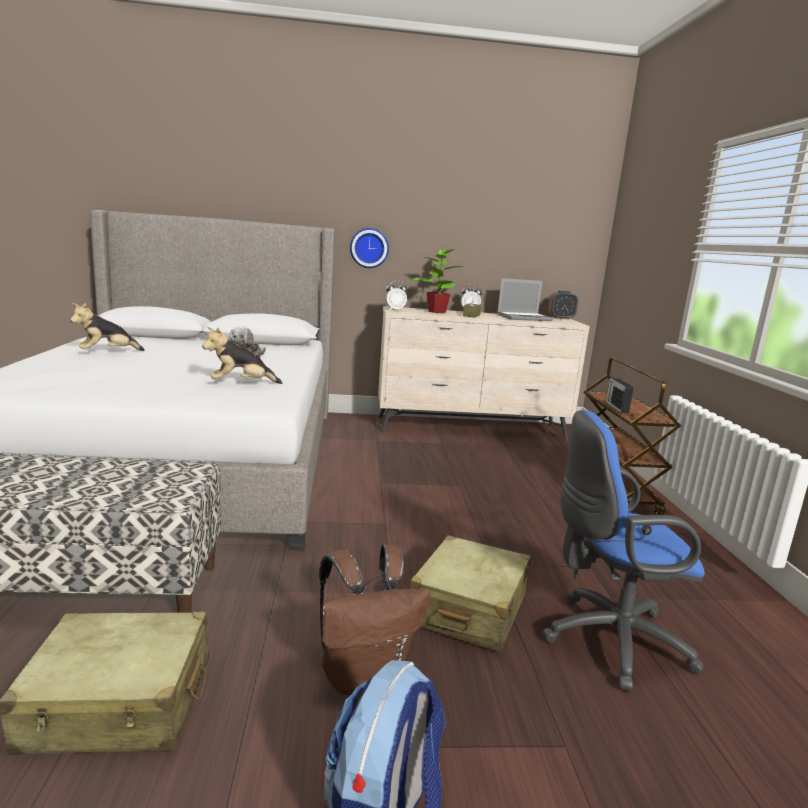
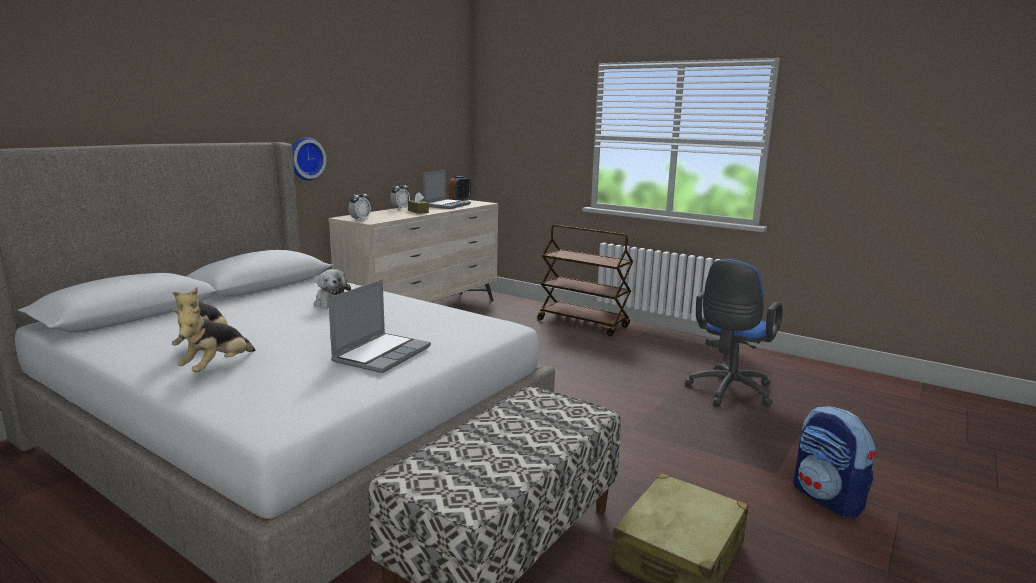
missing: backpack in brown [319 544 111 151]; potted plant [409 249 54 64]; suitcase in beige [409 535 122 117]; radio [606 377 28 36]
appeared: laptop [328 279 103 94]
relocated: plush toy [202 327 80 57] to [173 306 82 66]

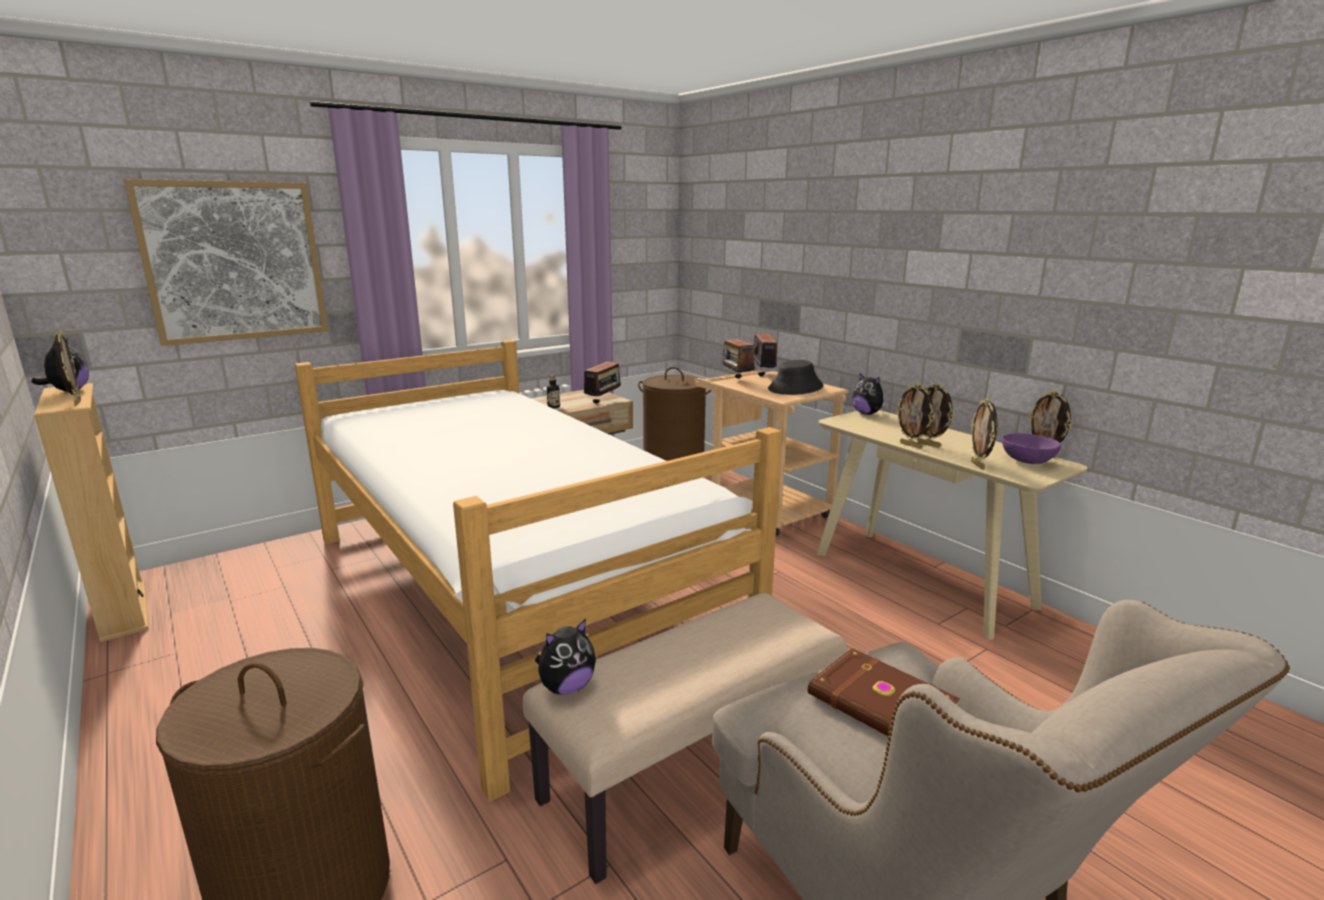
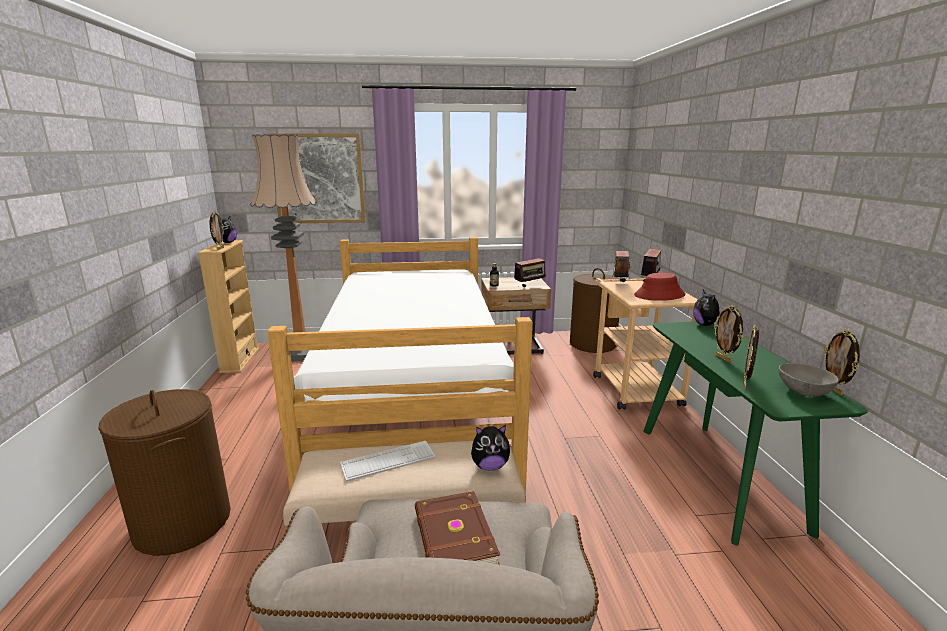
missing: picture frame [895 383 40 66]
appeared: floor lamp [250 134 66 228]; keyboard [340 441 96 41]
relocated: plush toy [535 619 61 76] to [471 425 40 46]
colour: hat in black [768 360 55 35] to hat in red [634 273 52 28]; console table in beige [817 410 270 230] to console table in green [643 321 225 225]; bowl in purple [1002 433 59 31] to bowl in grey [779 363 60 34]

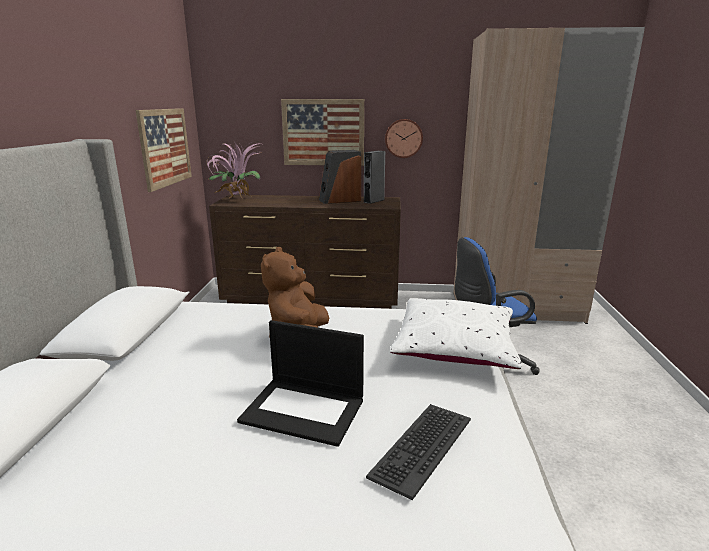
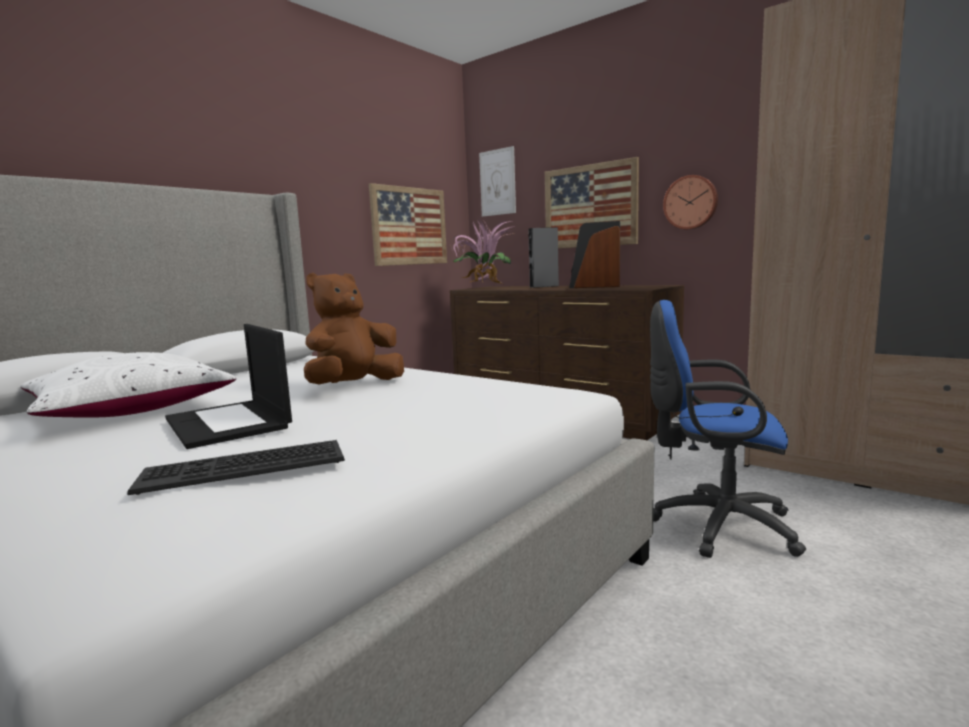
appeared: picture [479 146 37 71]
relocated: pillow in white [390 298 132 71] to [20 352 217 66]; speaker in grey [363 151 22 53] to [528 227 31 61]

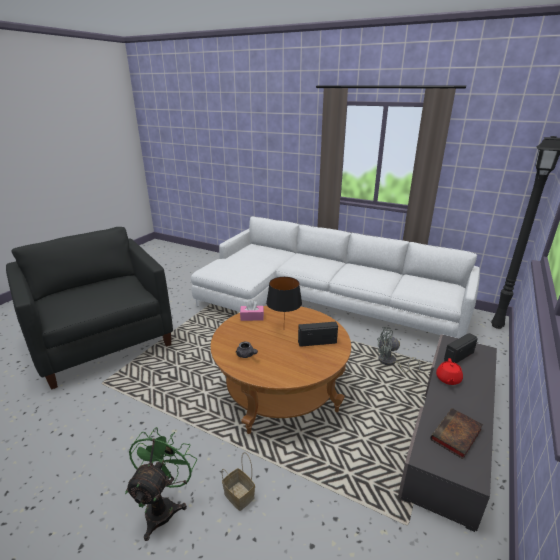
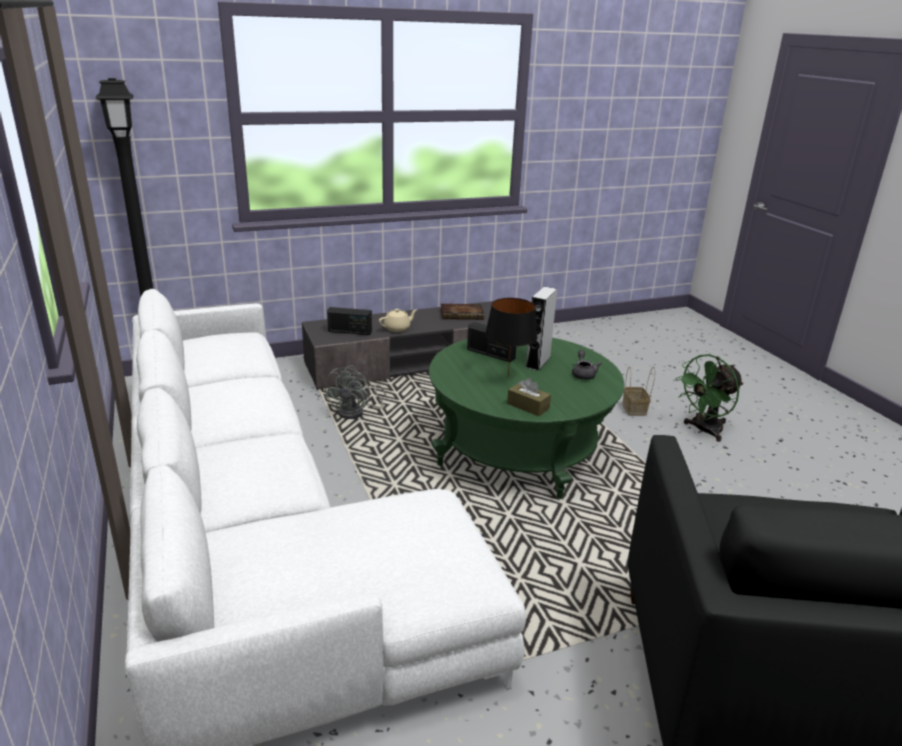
appeared: speaker in grey [525 286 32 85]
colour: teapot in red [436 358 27 27] to teapot in beige [379 309 38 23]; coffee table in brown [210 306 141 128] to coffee table in green [429 338 195 161]; tissue box in pink [240 300 24 21] to tissue box in brown [507 378 44 38]
spun: fan in grey [377 327 44 46] = [325 366 62 53] 60 degrees clockwise

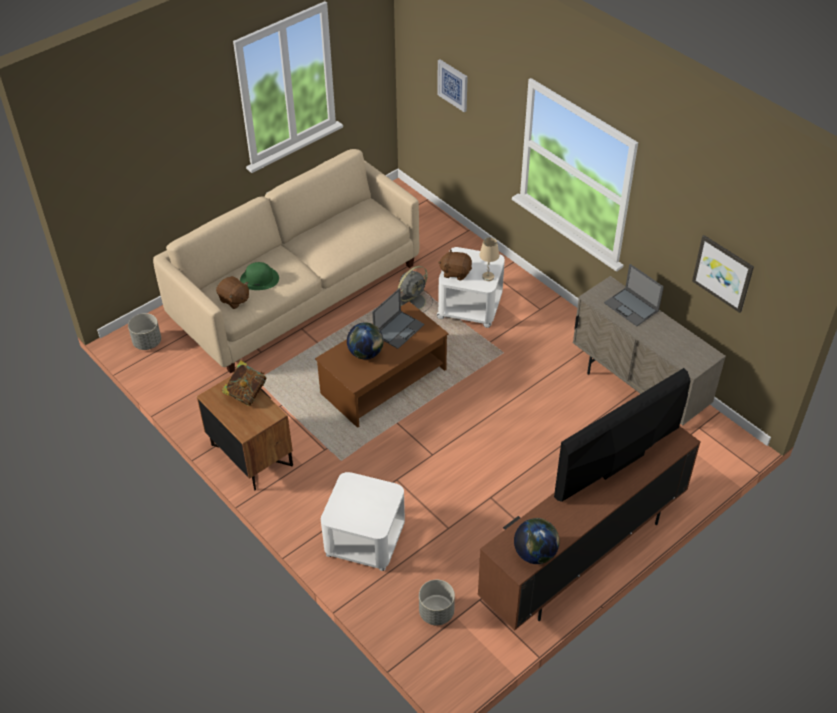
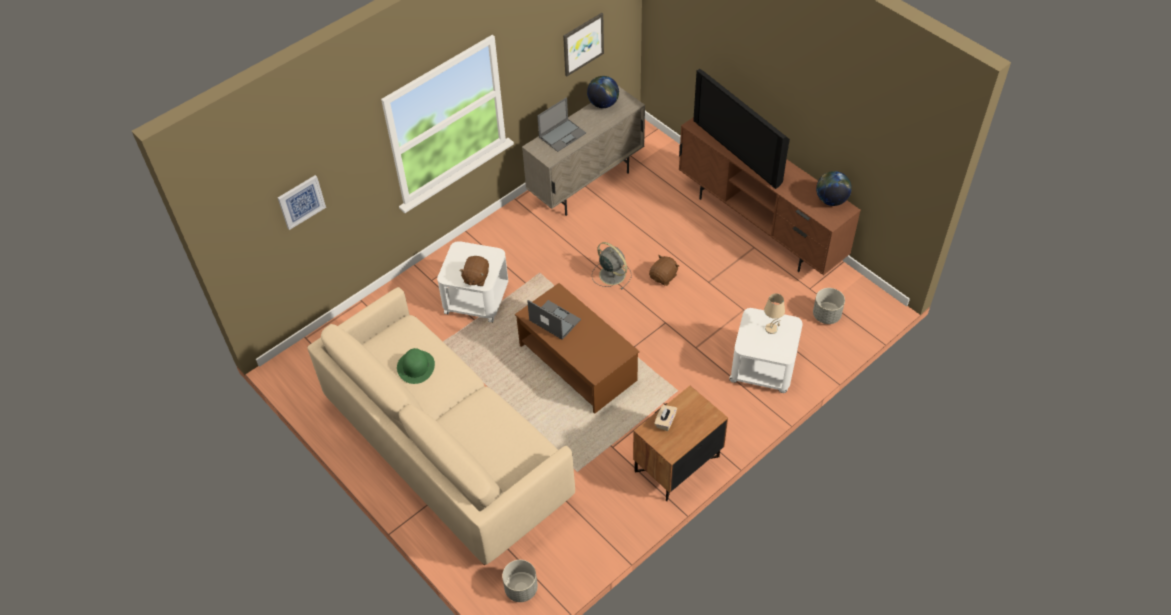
relocated: hat in green [240 262 39 28] to [397 348 38 36]; globe [347 322 37 37] to [587 76 32 32]; fan in grey [397 266 36 46] to [592 242 40 48]; plush toy in brown [216 276 33 33] to [649 255 30 31]; table lamp in beige [479 237 20 44] to [764 293 21 41]
exchanged: book [222 360 45 46] to tissue box in beige [654 405 23 26]

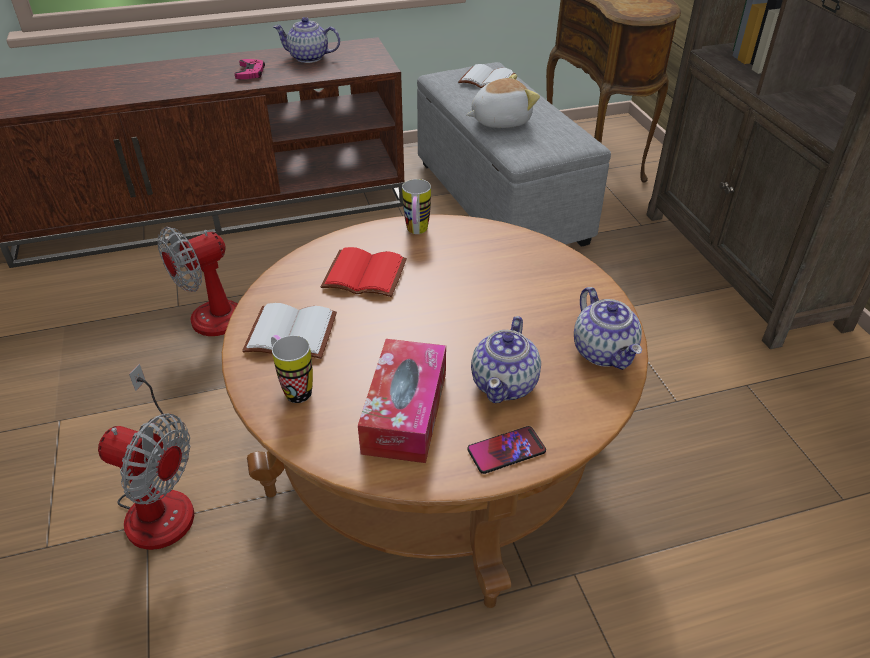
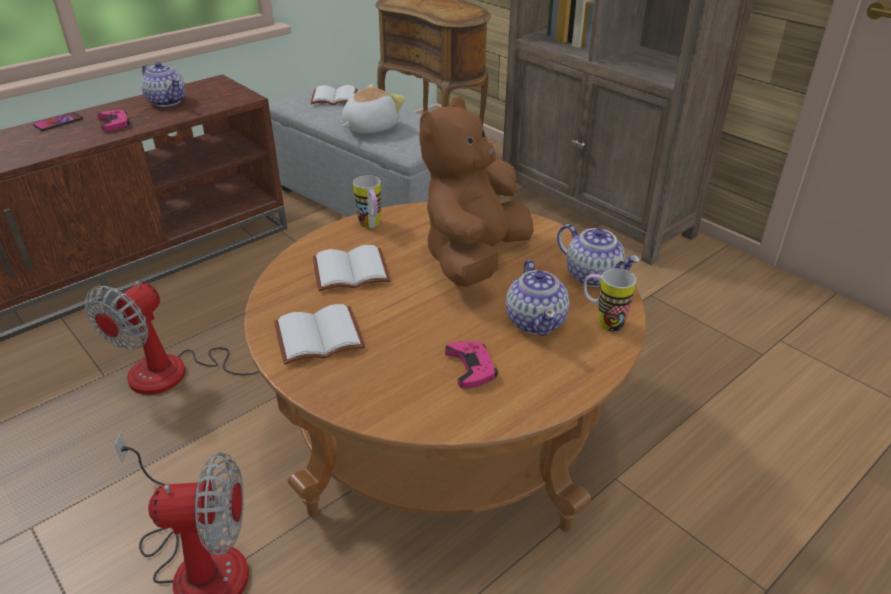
appeared: plush toy in brown [419 97 115 190]
relocated: phone [467 426 79 48] to [33 112 50 19]; mug [271 335 42 68] to [584 269 52 62]
exchanged: tissue box [358 339 88 124] to game controller in pink [445 341 53 48]
colour: book in red [321 247 86 50] to book in white [313 245 78 46]
spun: teapot [273 17 67 46] = [141 62 45 45] 120 degrees counterclockwise

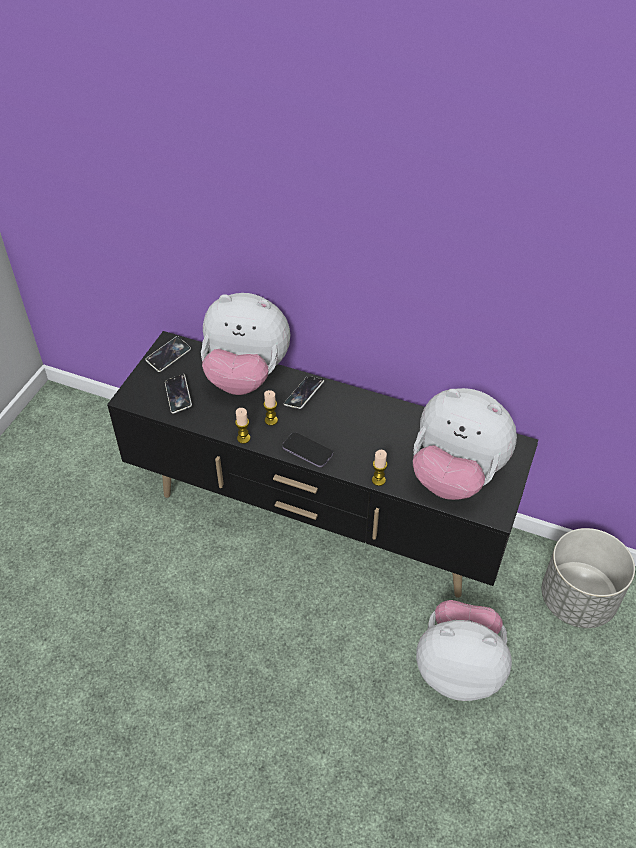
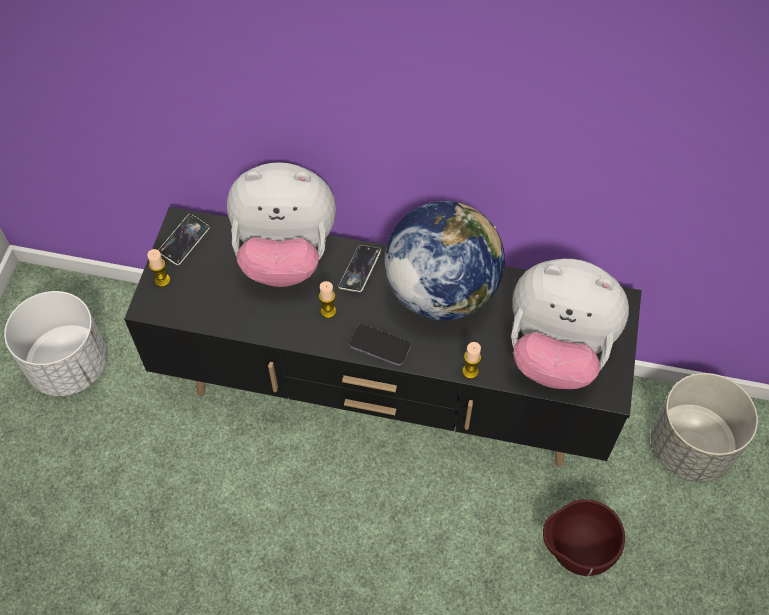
missing: phone [165 374 27 40]
appeared: planter in white [4 291 103 105]; globe [385 201 120 119]
relocated: candle [235 408 16 36] to [147 249 23 38]
exchanged: plush toy [416 600 96 101] to bowl in brown [543 499 82 77]

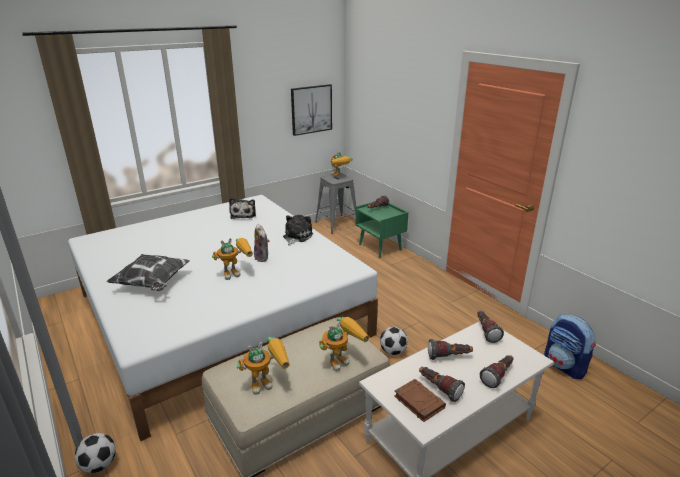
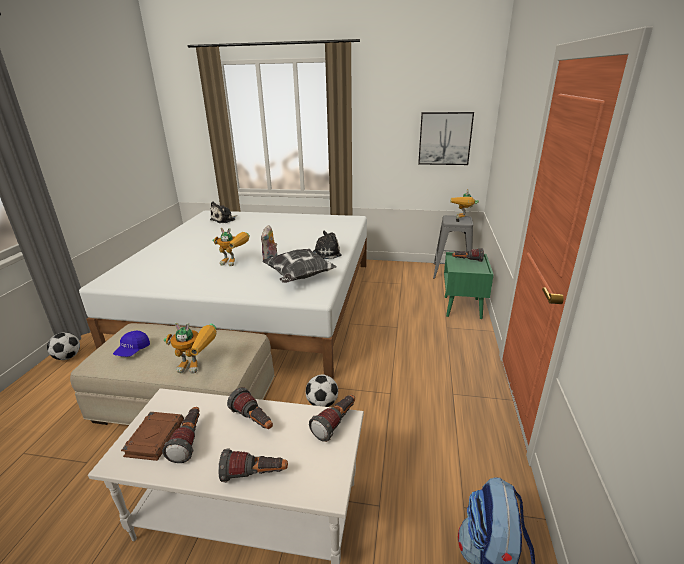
relocated: plush toy [229 198 27 21] to [210 201 27 22]; pillow [107 254 83 37] to [262 249 75 34]
exchanged: toy robot [237 337 53 58] to cap in blue [113 331 37 26]

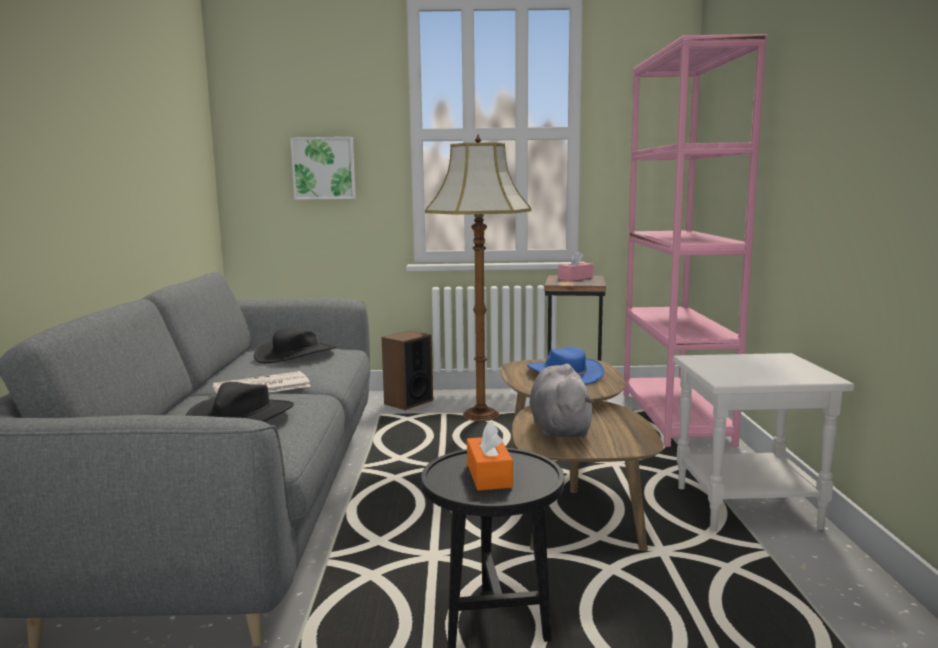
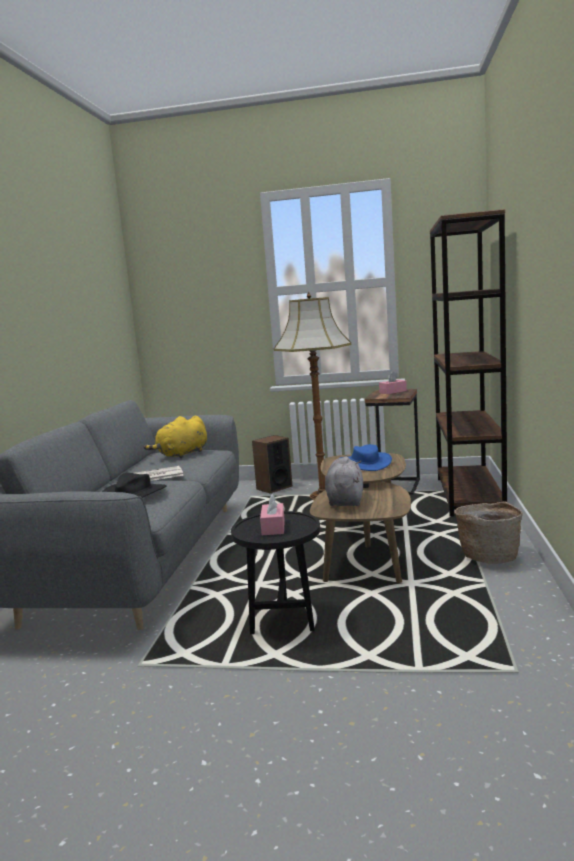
missing: picture [290 137 66 63]
exchanged: hat in black [254 328 83 36] to plush toy in yellow [143 416 64 42]; side table in white [673 353 181 179] to basket [454 501 69 63]
colour: tissue box in orange [467 422 46 69] to tissue box in pink [260 494 25 41]; bookcase in pink [623 34 145 413] to bookcase in brown [430 209 77 308]

